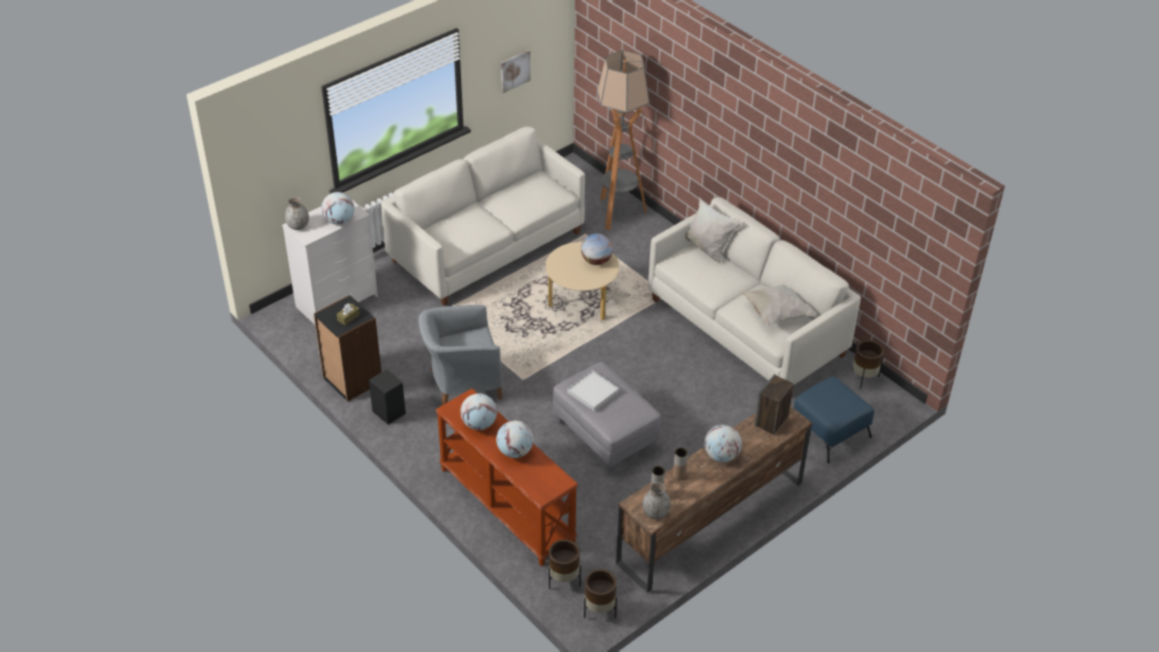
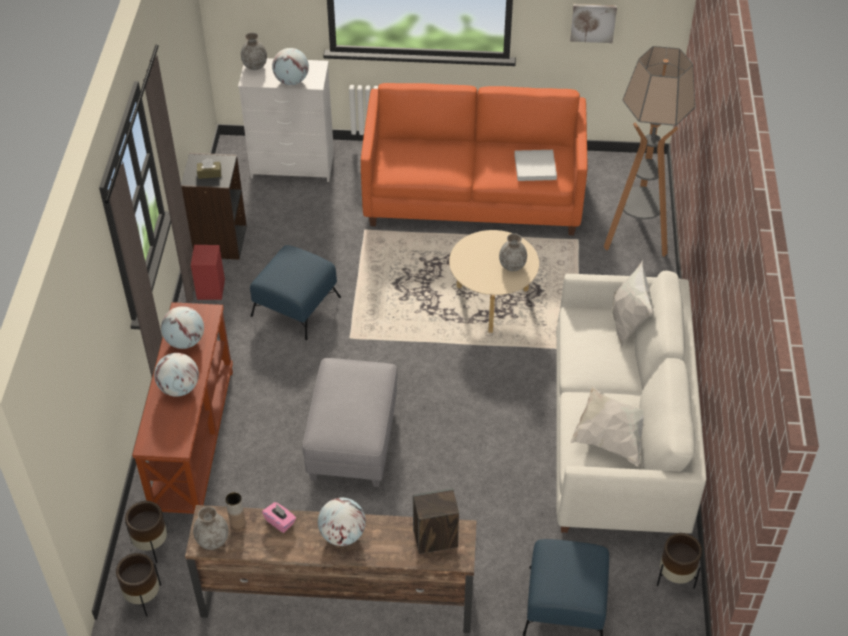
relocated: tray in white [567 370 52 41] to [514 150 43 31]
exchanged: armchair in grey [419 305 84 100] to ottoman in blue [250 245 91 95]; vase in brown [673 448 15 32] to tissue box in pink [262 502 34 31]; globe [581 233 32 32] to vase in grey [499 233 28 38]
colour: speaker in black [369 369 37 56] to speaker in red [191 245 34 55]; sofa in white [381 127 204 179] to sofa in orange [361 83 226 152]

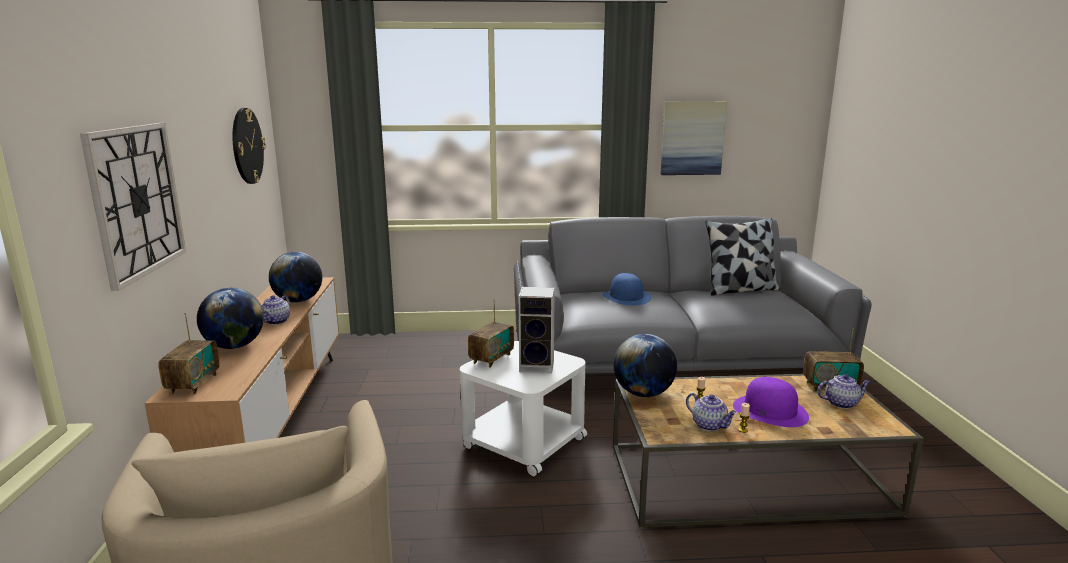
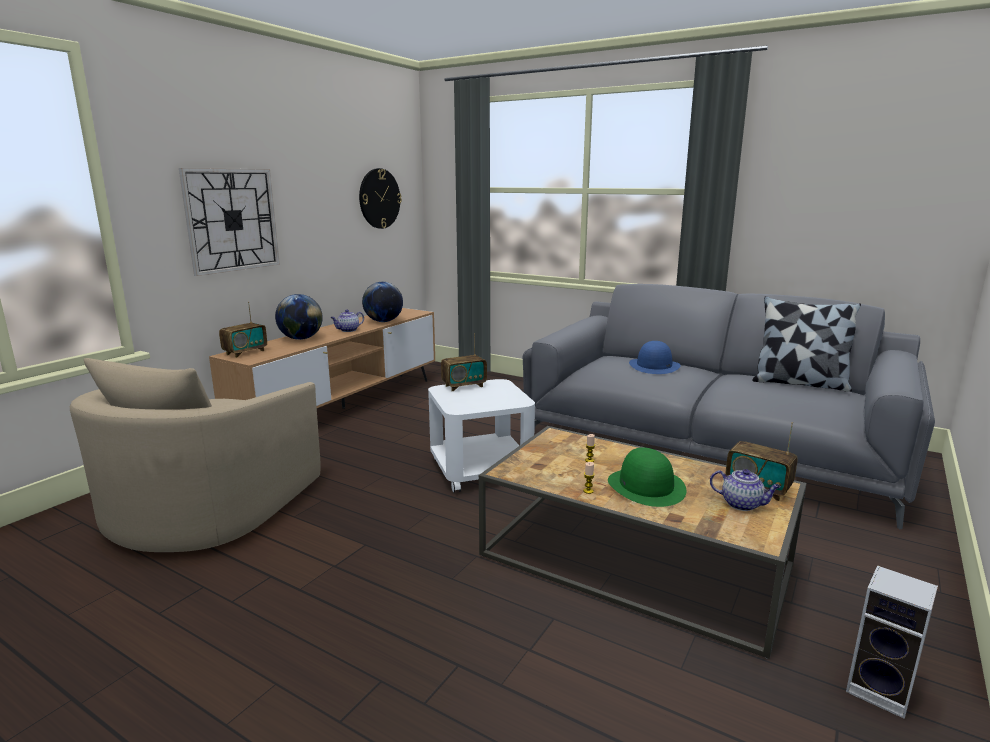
missing: globe [613 334 64 63]; picture [660 102 67 73]; teapot [686 393 51 38]
relocated: speaker [519 287 36 87] to [846 565 92 154]
colour: hat in purple [733 377 76 50] to hat in green [608 447 79 60]

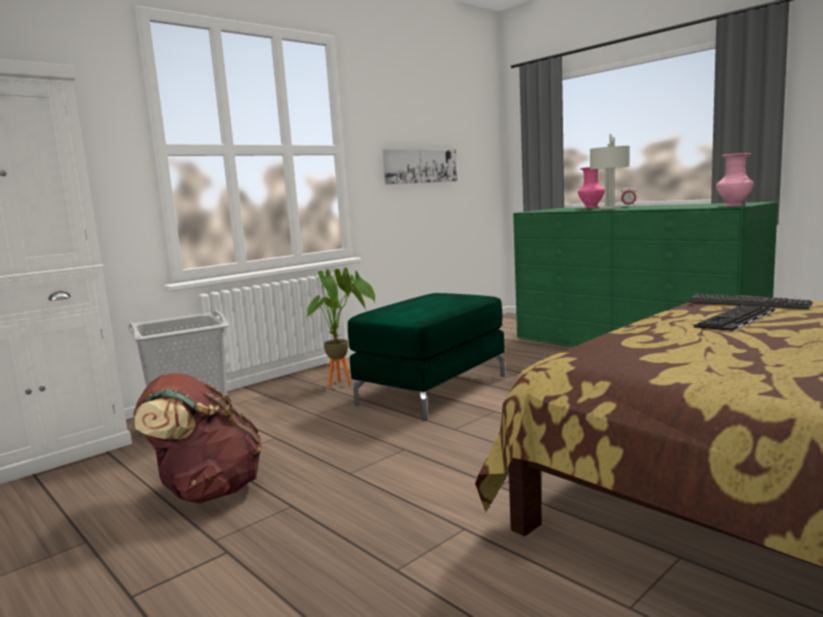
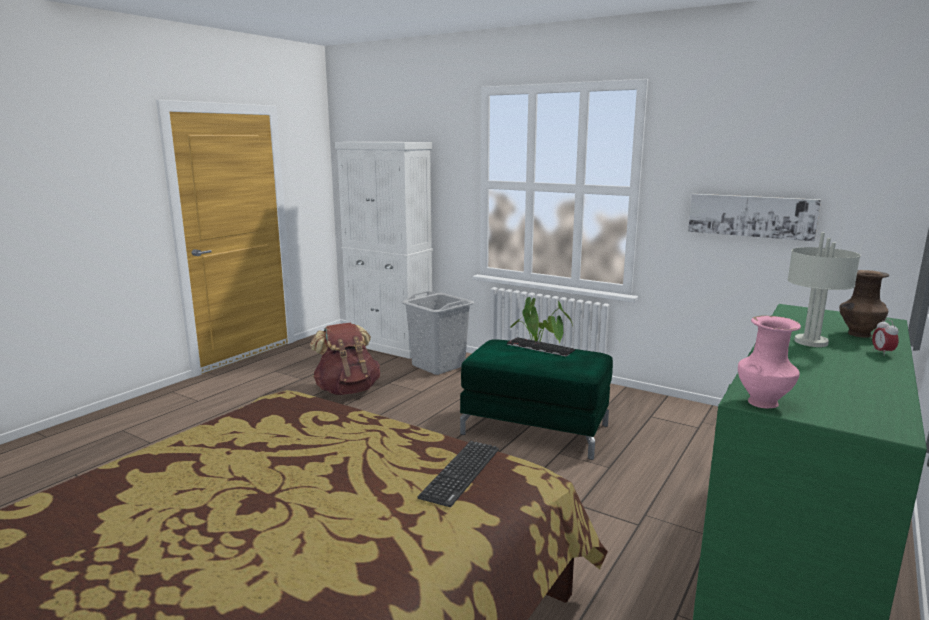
relocated: keyboard [694 305 81 27] to [507 337 68 20]
colour: vase in pink [578 167 27 41] to vase in brown [839 270 50 68]

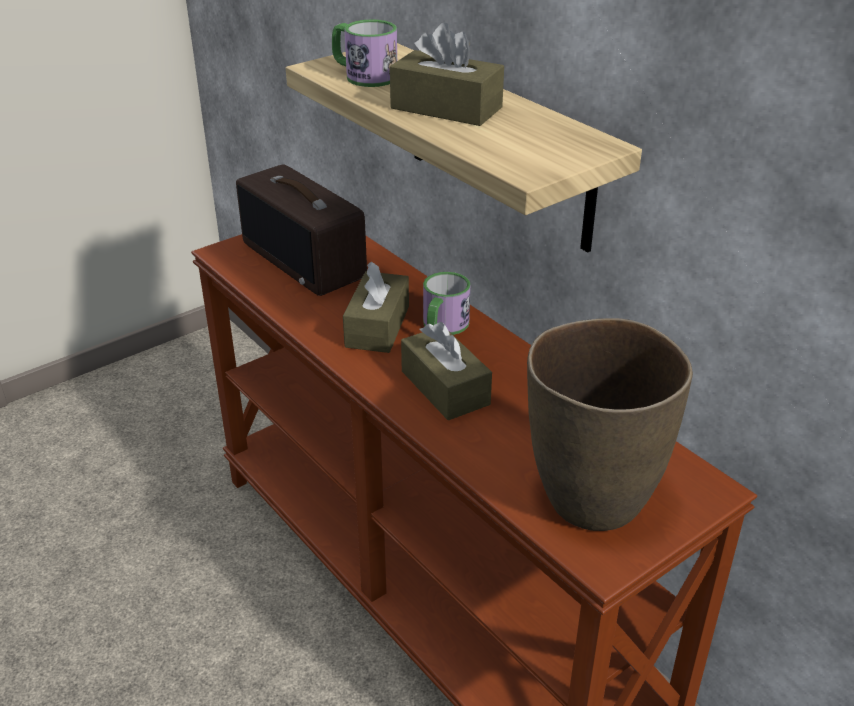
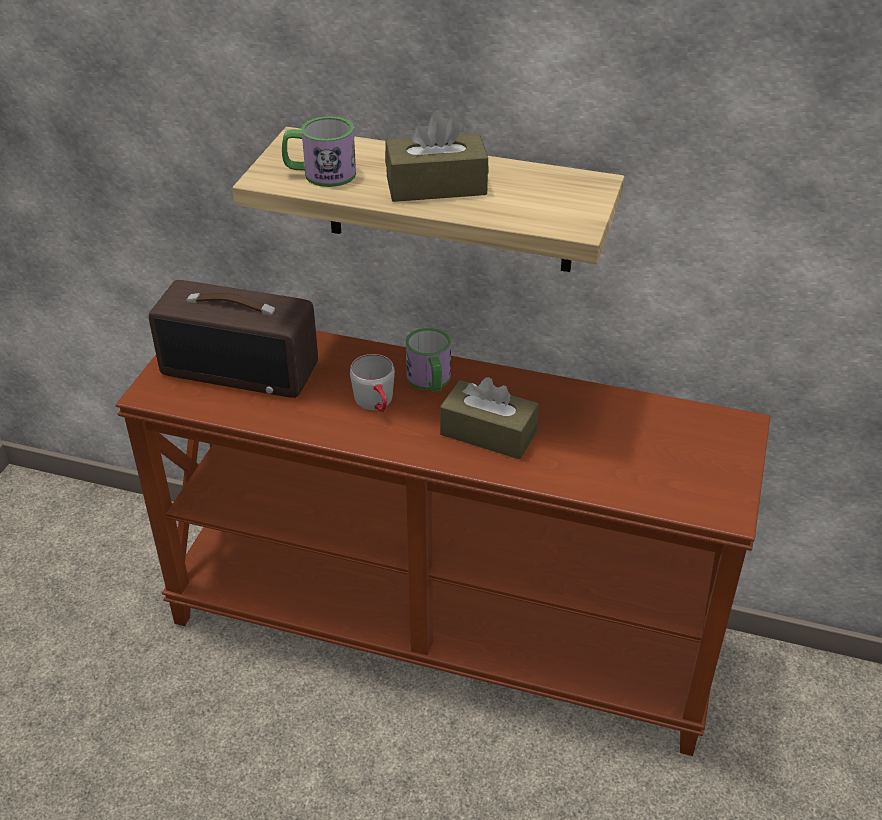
missing: vase in brown [527 318 166 213]
exchanged: tissue box in brown [343 262 66 91] to mug in grey [350 354 45 58]

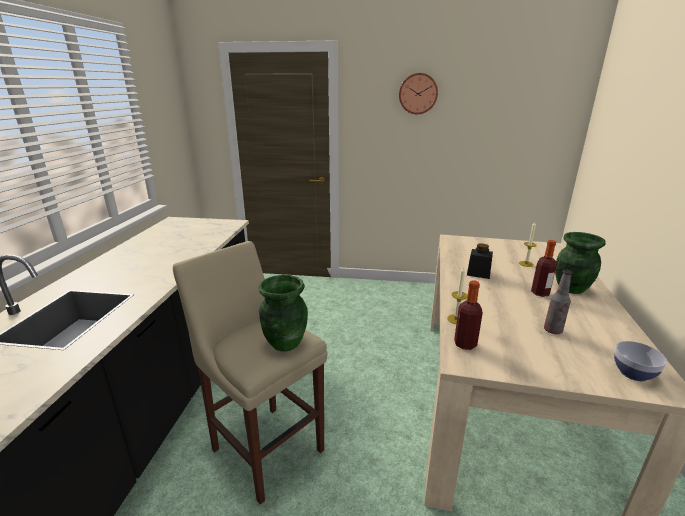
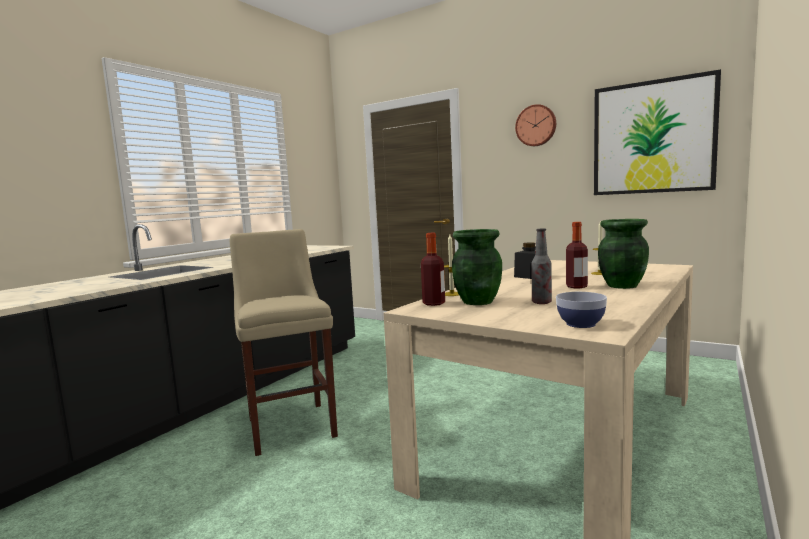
appeared: picture [594 69 127 126]
relocated: vase in green [258 275 50 77] to [452 229 50 76]

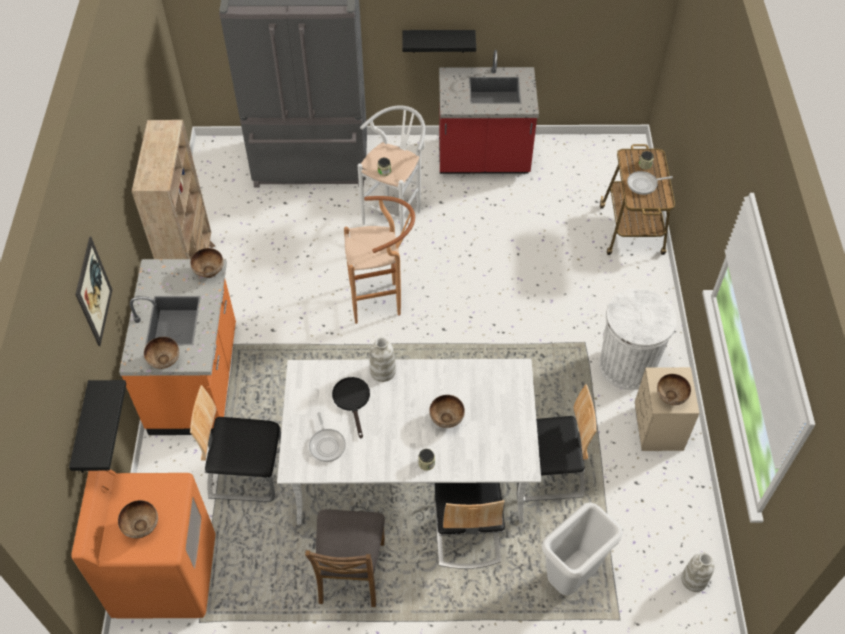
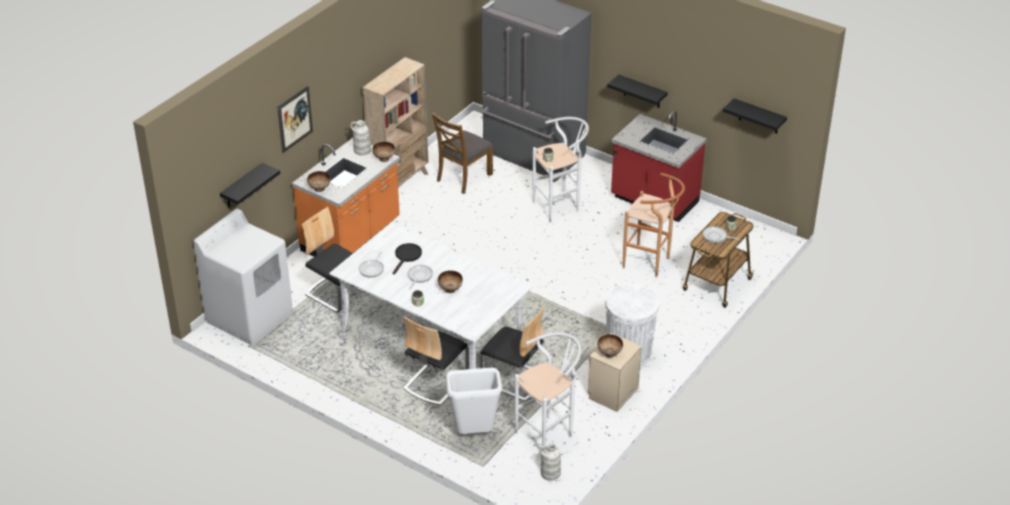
missing: bowl [118 500 40 38]
appeared: frying pan [408 265 25 24]; stool in white [515 332 66 119]; shelf in black [723 98 64 35]
relocated: vase in white [369 337 27 45] to [350 120 21 35]; chair in brown [305 509 80 98] to [432 113 61 81]; stool in brown [344 196 71 128] to [623 173 62 104]
colour: washing machine in orange [71 469 144 150] to washing machine in white [193 209 100 136]

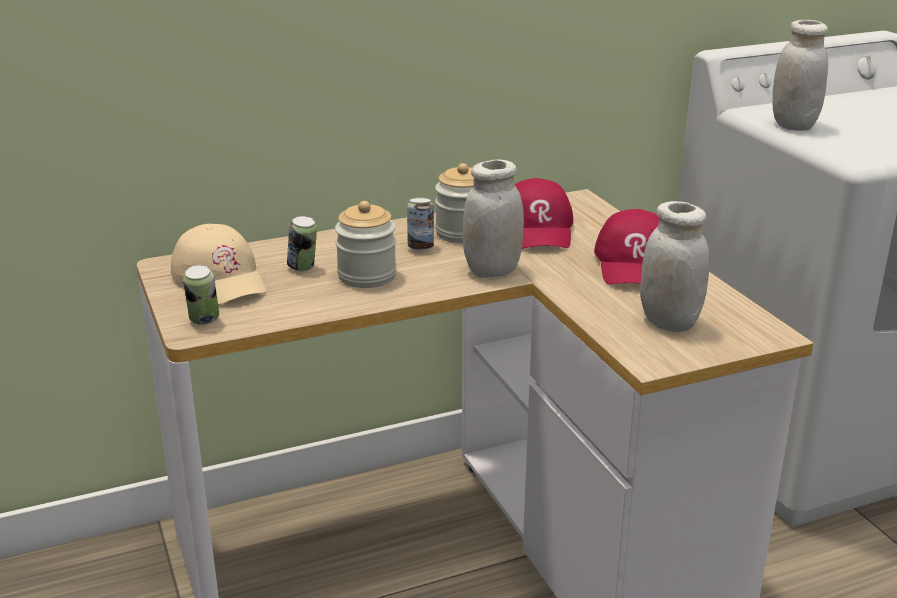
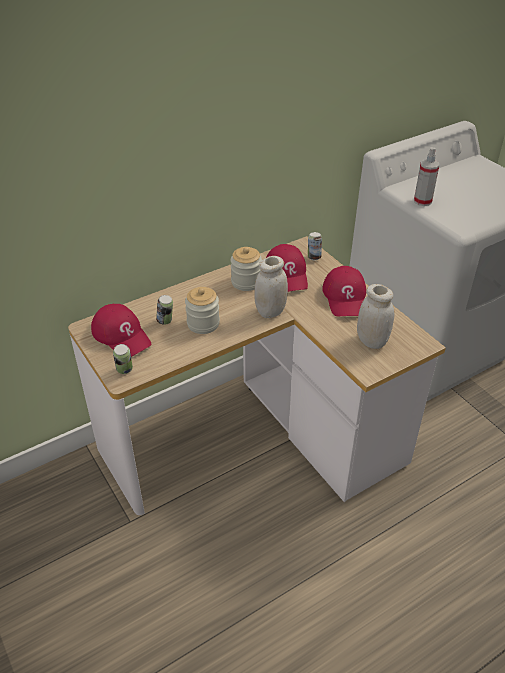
relocated: can [407 198 27 53] to [308 232 14 28]
exchanged: jar in white [772 20 56 111] to spray bottle [414 147 25 59]
colour: cap in beige [171 224 95 81] to cap in red [91 304 60 53]

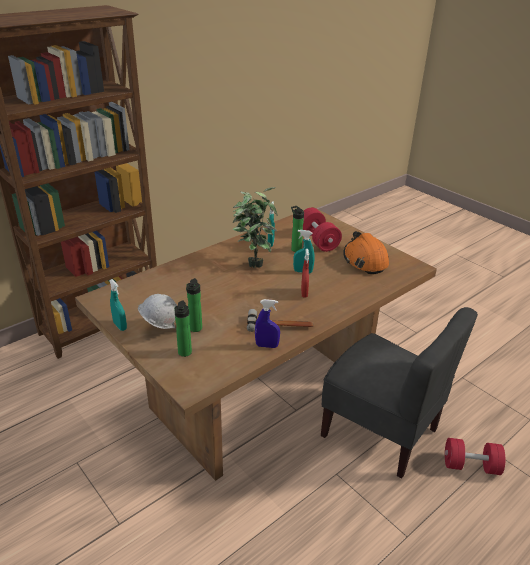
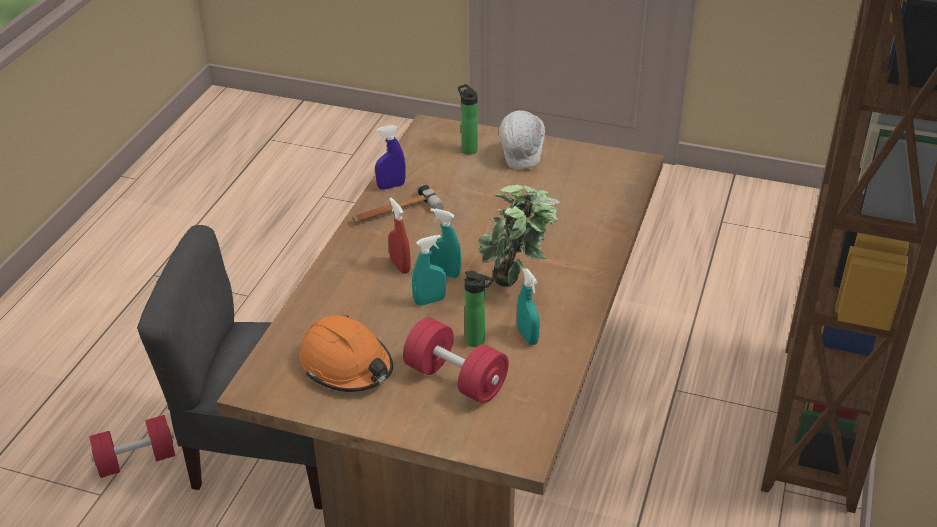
missing: bottle [186 278 16 54]
relocated: spray bottle in turquoise [109 279 18 52] to [429 208 32 70]

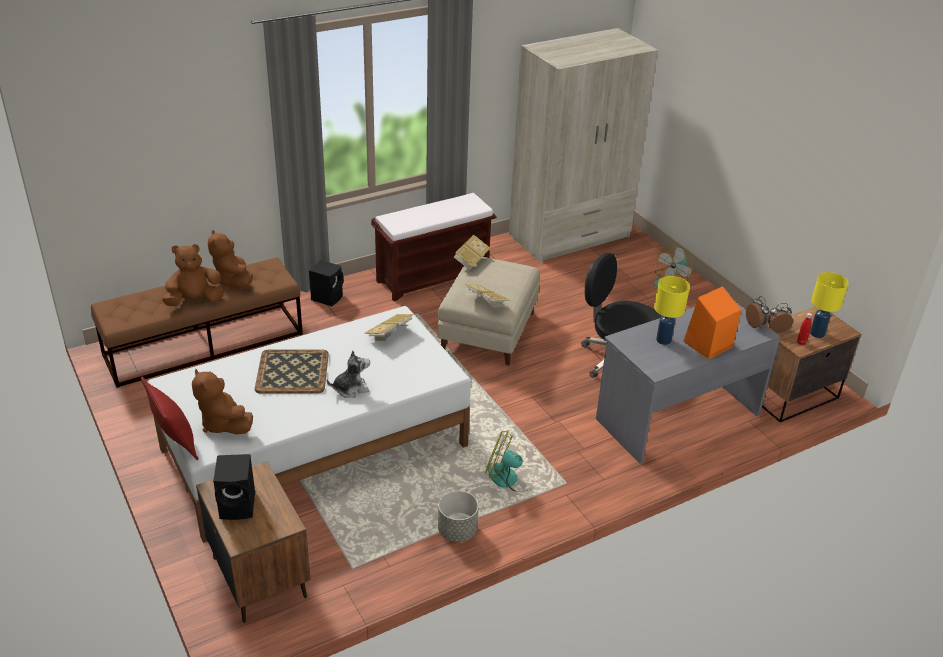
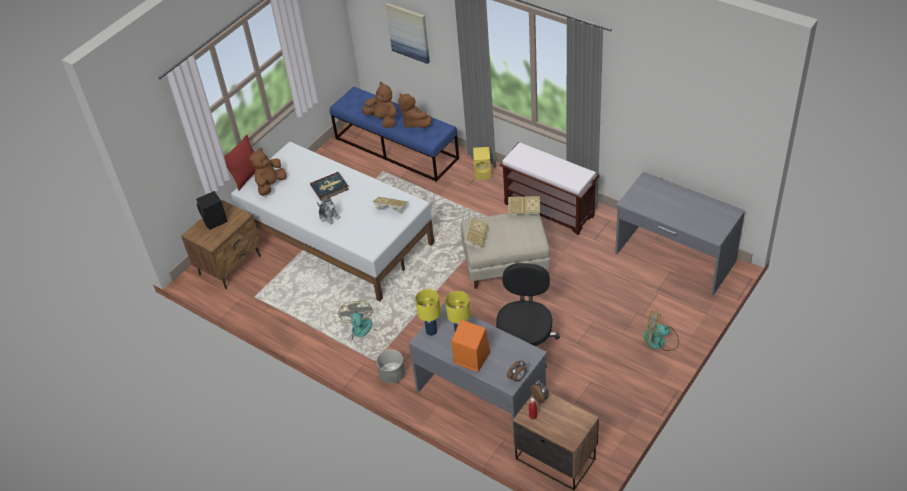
appeared: picture [386 3 44 61]
relocated: planter in grey [438 491 41 51] to [376 350 29 34]; table lamp in yellow [810 272 39 66] to [415 289 26 47]
exchanged: tray [255 350 74 44] to book [310 172 39 29]; wardrobe in beige [509 28 149 234] to desk in grey [615 172 130 123]
colour: bench in brown [91 258 212 130] to bench in blue [330 87 129 95]; speaker in black [309 260 35 46] to speaker in yellow [473 147 18 33]
spun: plush toy in brown [208 230 45 58] = [398 93 34 35] 75 degrees counterclockwise

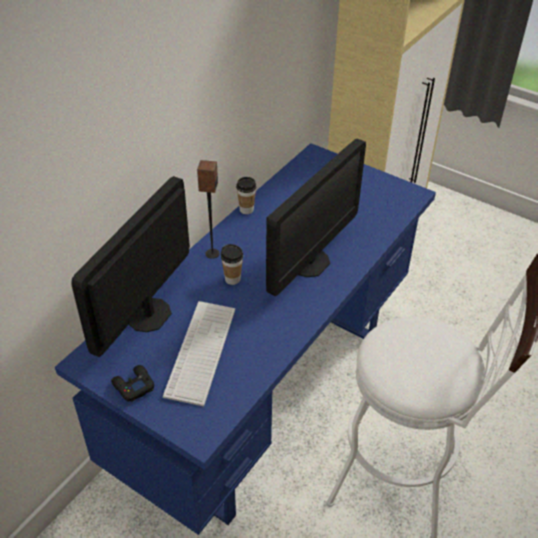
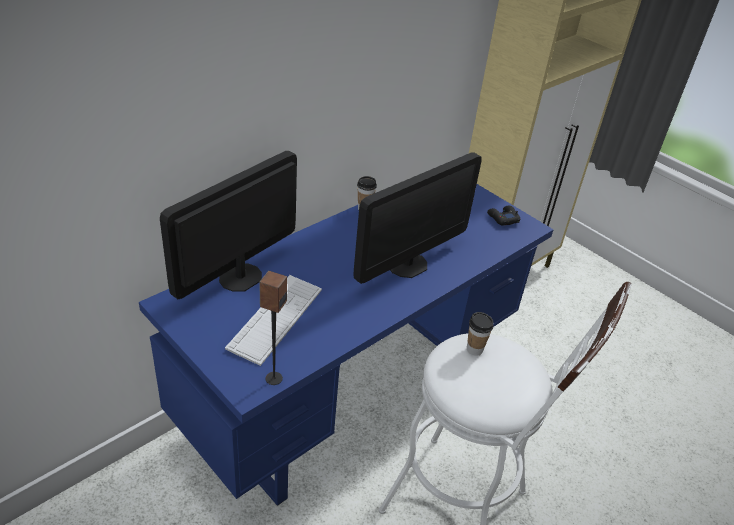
relocated: speaker [197 160 23 99] to [259 271 28 114]; cup [221 244 22 41] to [467 312 27 44]; game controller in black [111 365 43 37] to [487 206 33 20]

